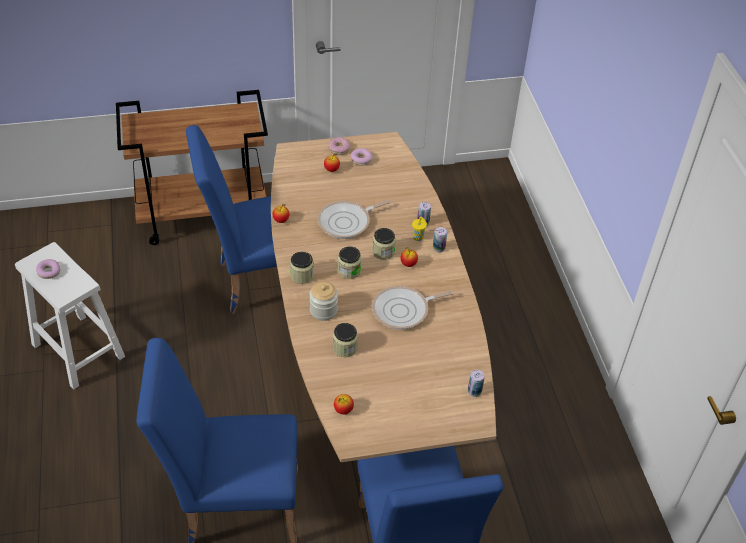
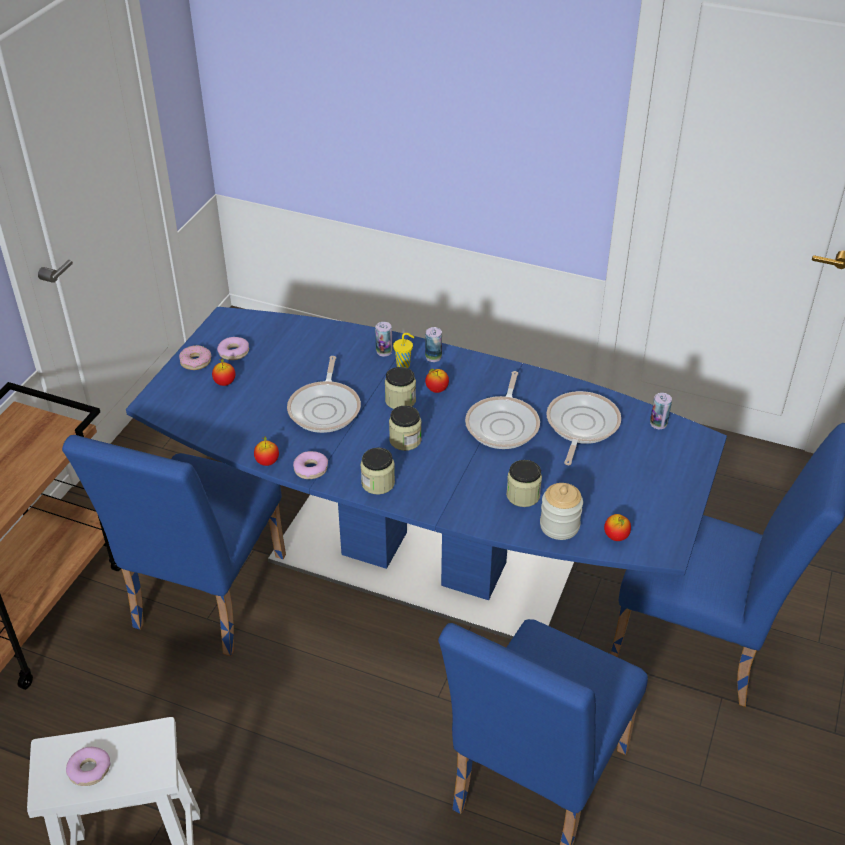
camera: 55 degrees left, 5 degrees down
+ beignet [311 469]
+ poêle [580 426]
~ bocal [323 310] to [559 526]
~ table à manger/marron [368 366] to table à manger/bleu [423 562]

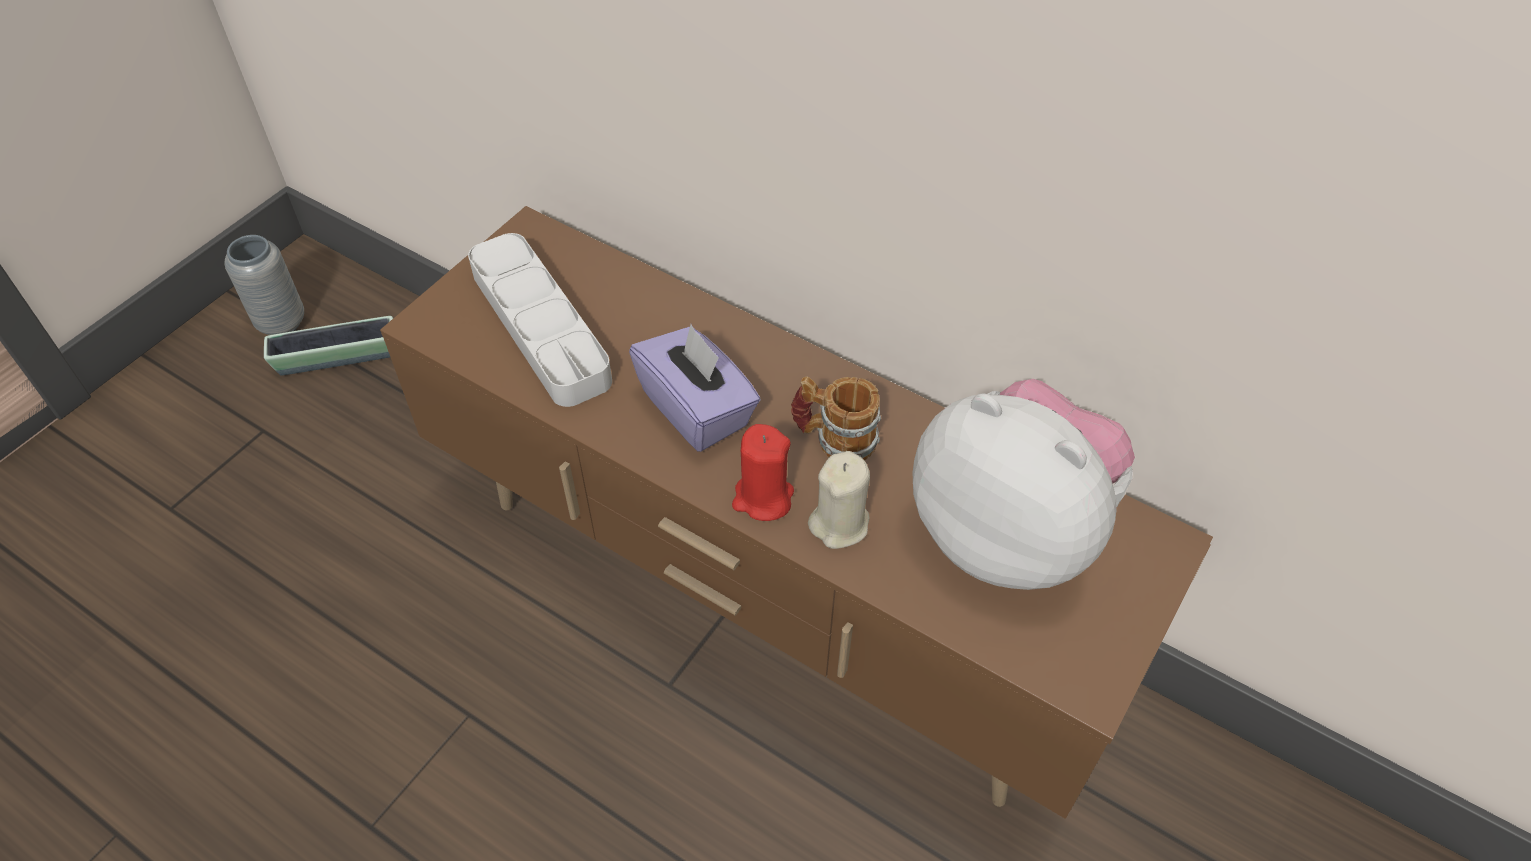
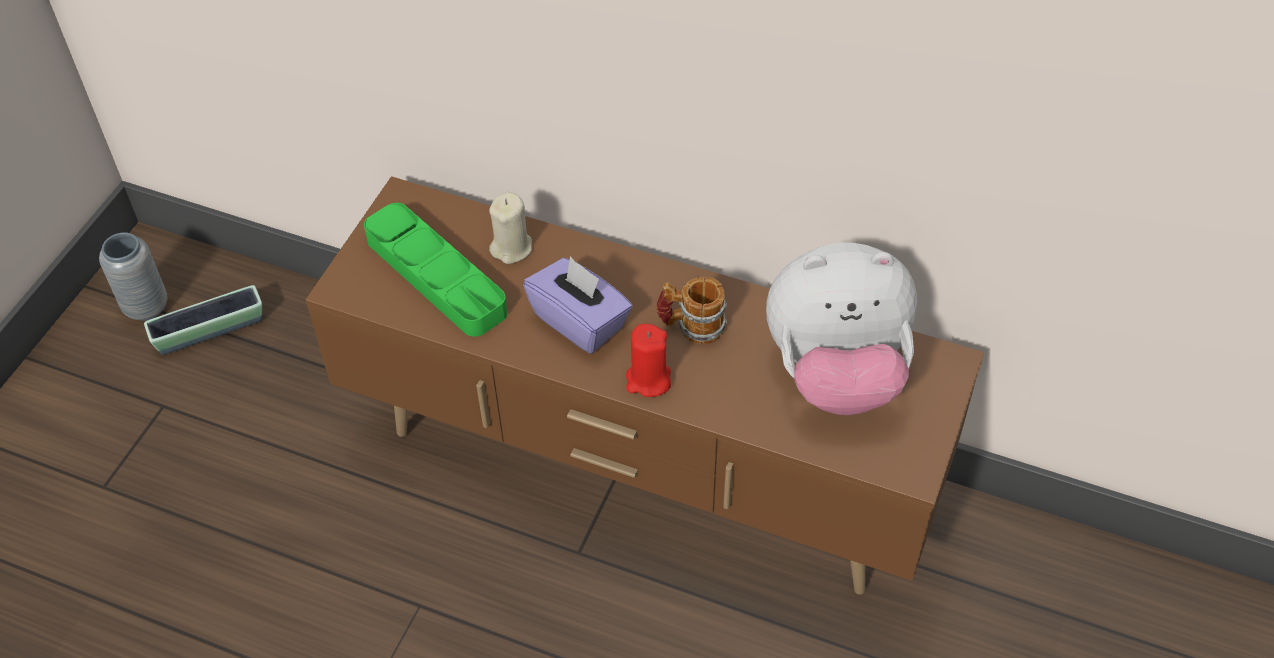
camera: 10 degrees left, 0 degrees up
~ bougie/beige [839 524] to [511 248]
~ plateau/gris [540 326] to plateau/vert [436 275]
~ peluche [1009 532] = [836 374] 150 degrees clockwise

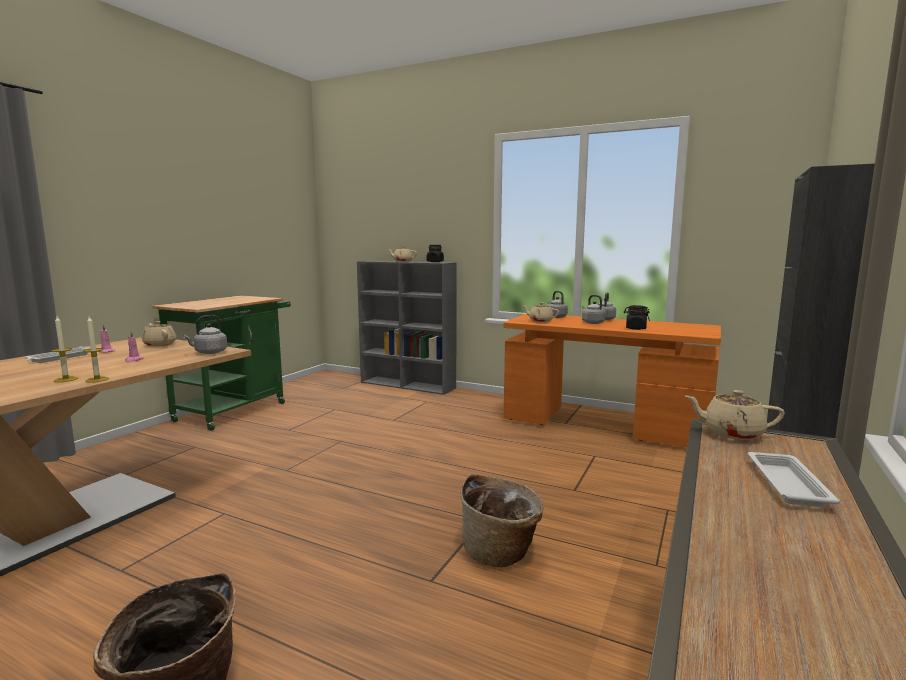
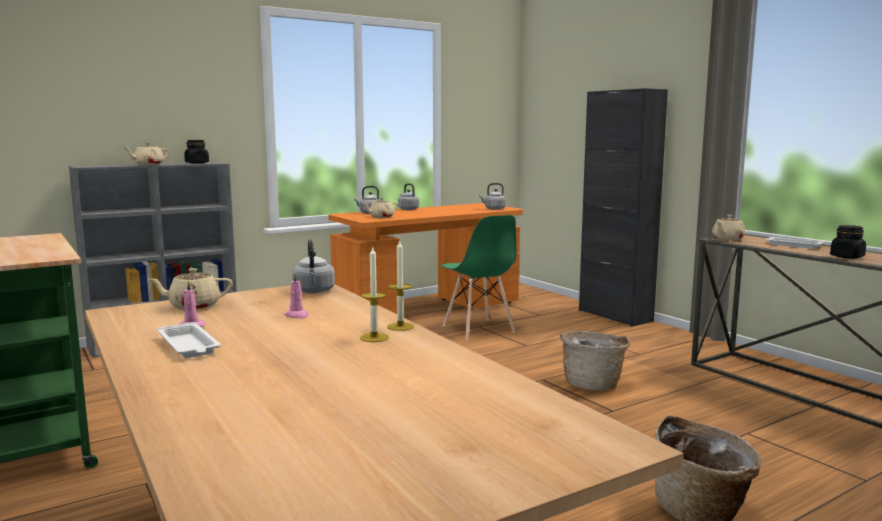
camera: 60 degrees left, 0 degrees up
+ chaise/vert [478 329]
~ bouilloire/gris [592 322] to [493 209]
~ bocal/noir [635 328] to [847 257]

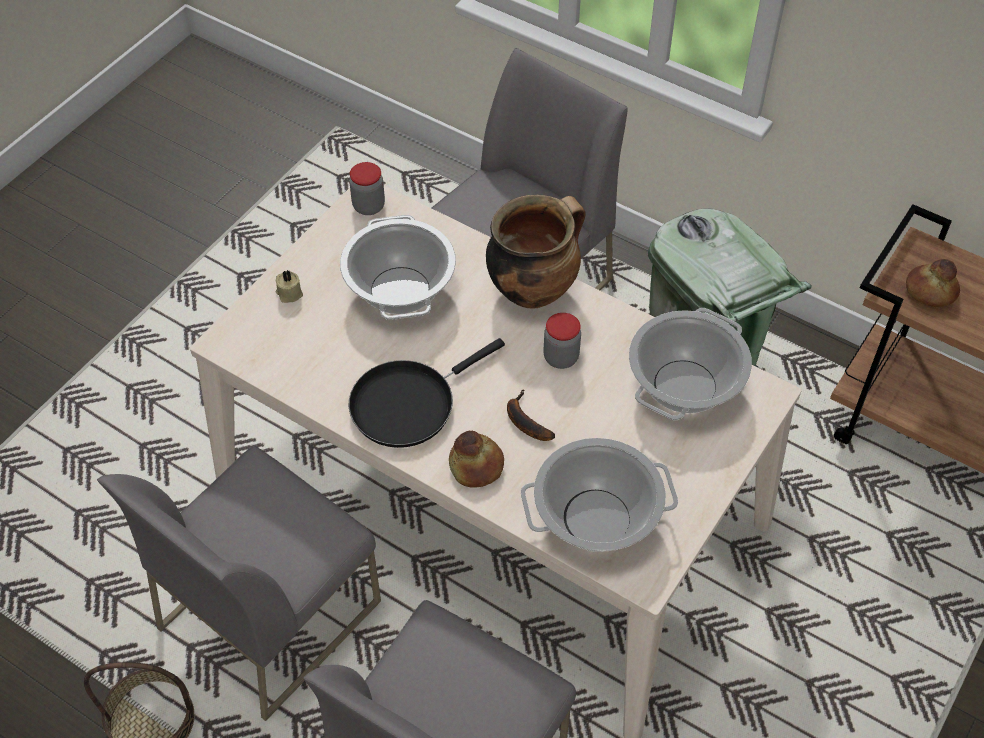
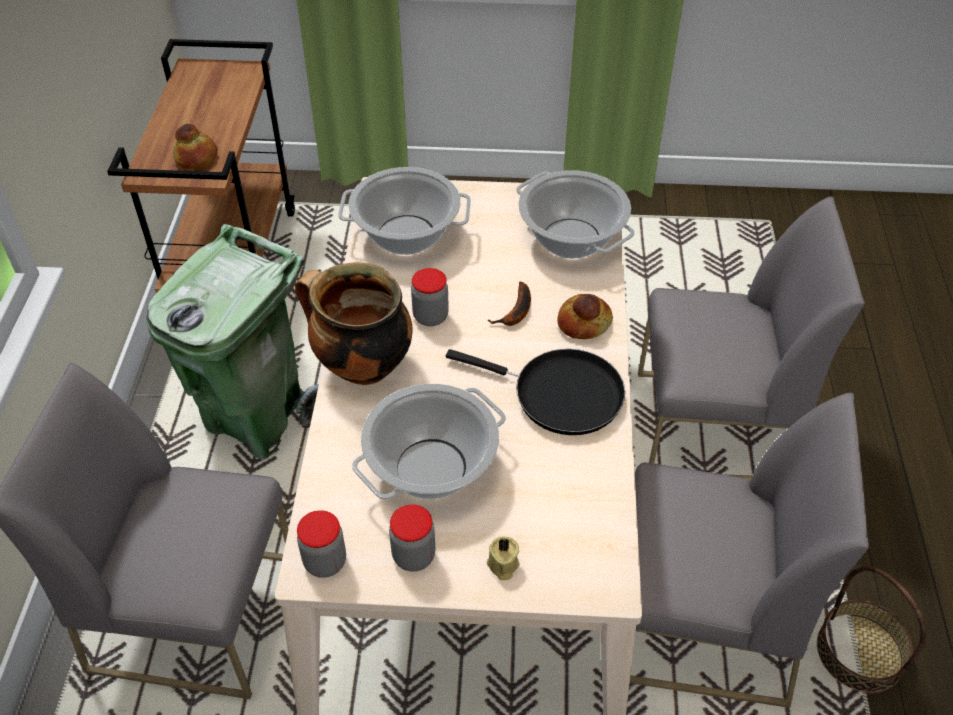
camera: 120 degrees left, 5 degrees down
+ bocal [413 556]

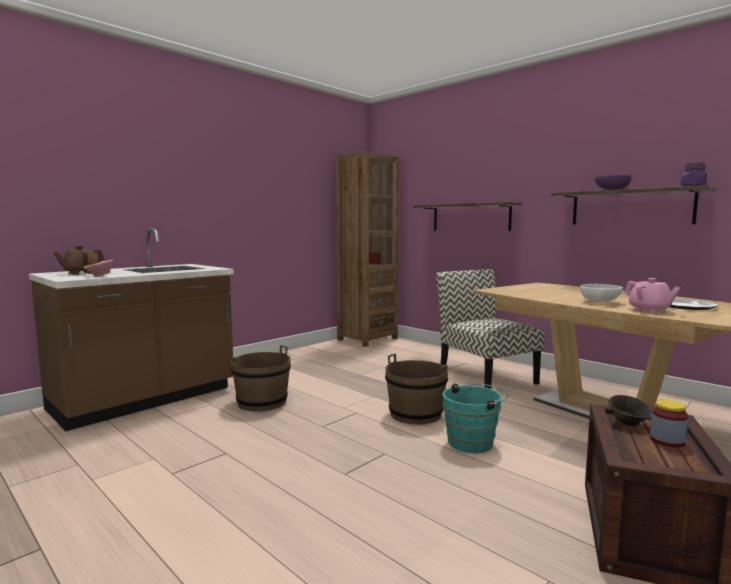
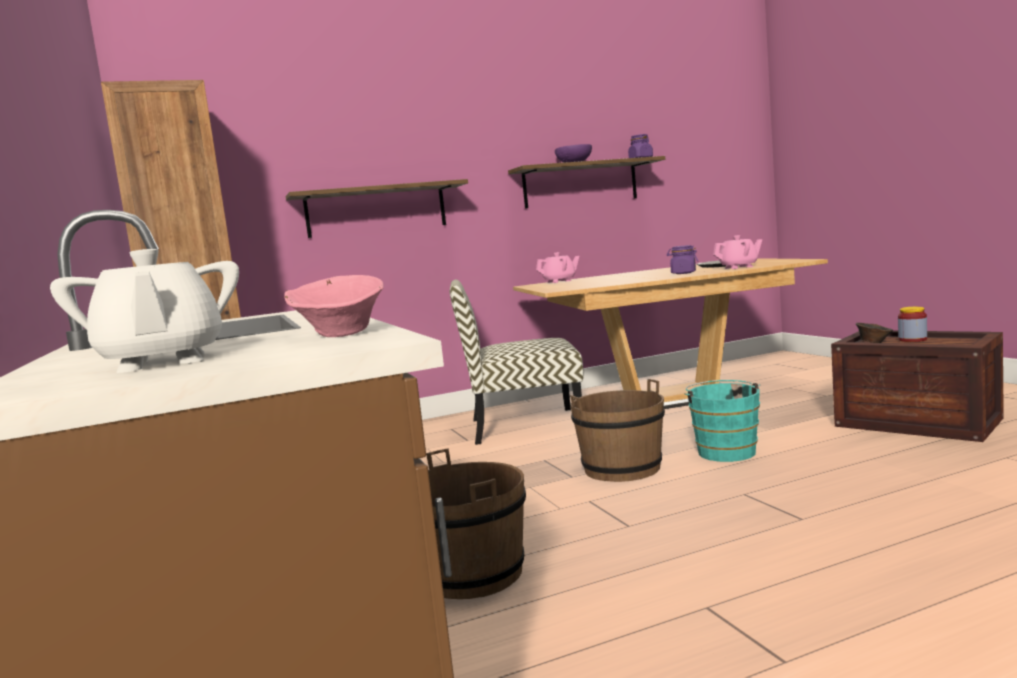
camera: 65 degrees left, 0 degrees up
+ théière/rose [559 281]
~ bol/blanc [600 302] to bocal/violet [683 273]
~ théière/marron [80 273] to théière/blanc [162 362]

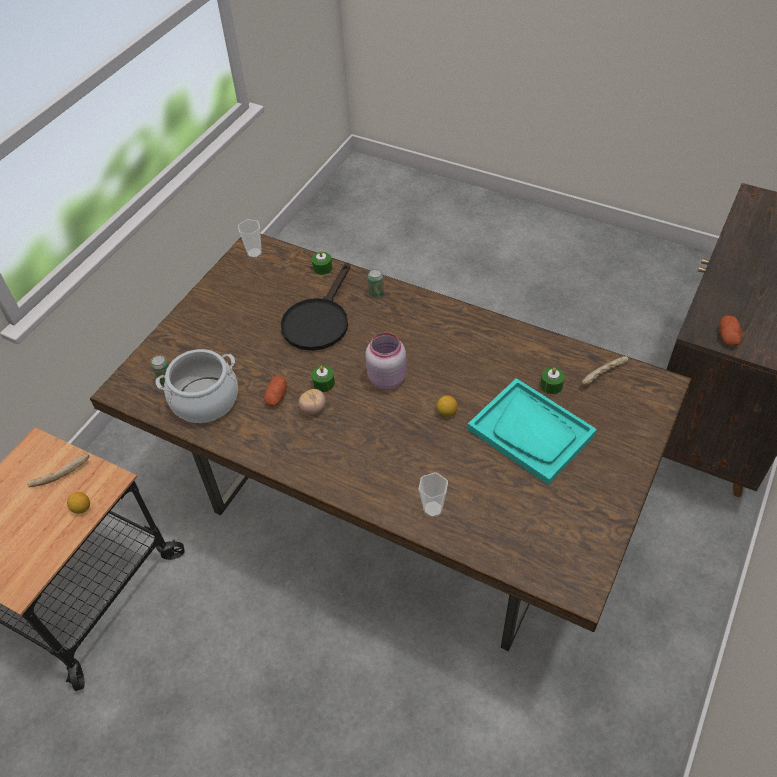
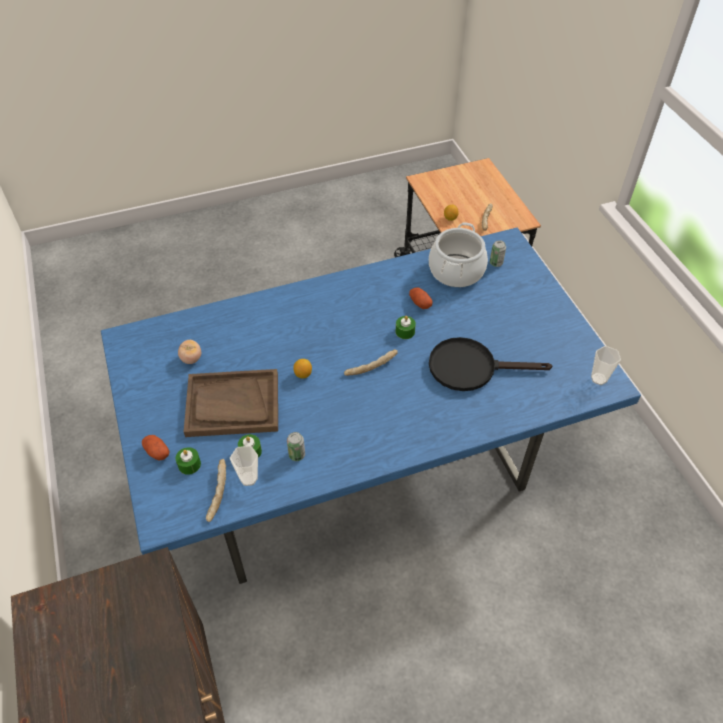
camera: 130 degrees right, 0 degrees up
~ tomate [313 409] to [191 358]
~ bougie/vert [322 268] to [189 464]
~ boîte métallique [376 294] to [297 455]
~ tasse [433 509] to [248 478]
~ pomme de terre [728 337] to [157 452]
~ bocal/rose [387 377] to pain [370 366]
~ table à manger/marron [394 500] to table à manger/bleu [362 462]
~ plateau/turquoise [531 432] to plateau/marron [232 405]
~ poêle/noir [318 320] = [471 367] 60 degrees counterclockwise

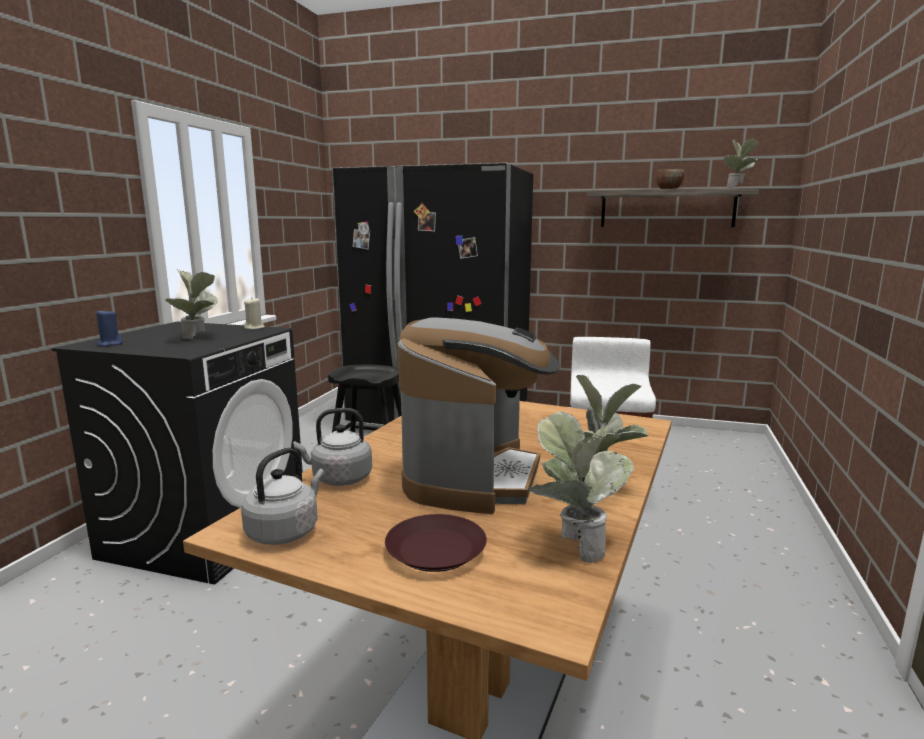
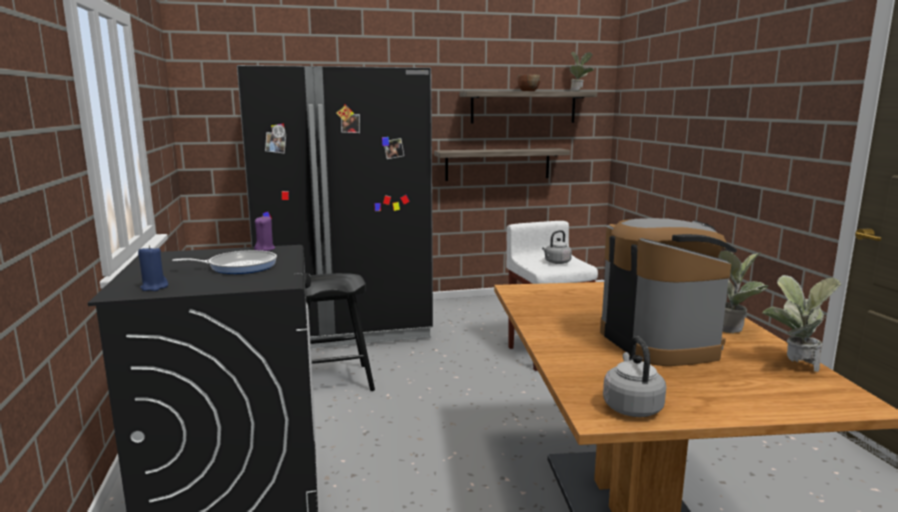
camera: 30 degrees left, 0 degrees up
- assiette/marron [436 550]
+ étagère [497 164]
~ bouilloire/gris [338 479] to [556 262]
~ plante en pot [199 338] to poêle [239 266]
~ bougie/beige [254 328] to bougie/violet [265 249]

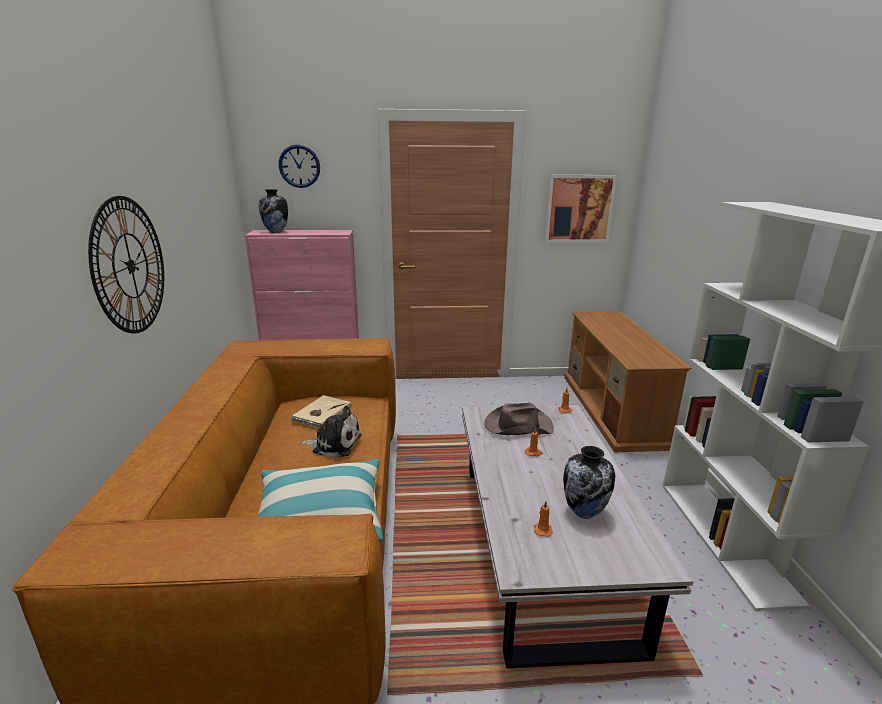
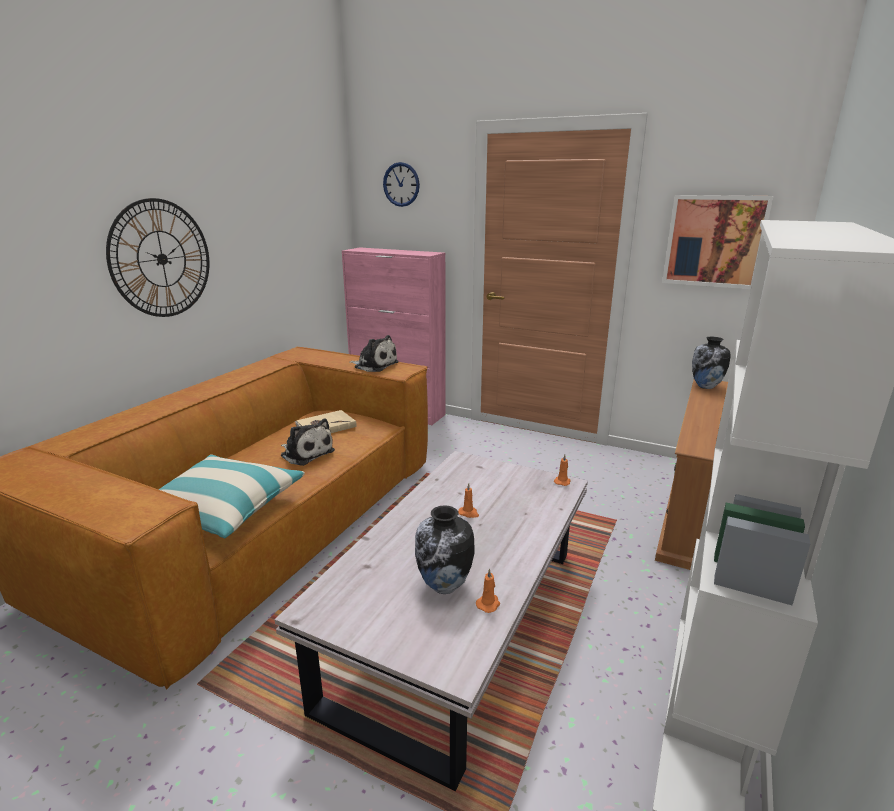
camera: 30 degrees right, 0 degrees up
- chapeau/marron [517 426]
+ peluche [374 365]
~ vase [276 232] to [706 386]
~ bougie/orange [542 529] to [488 604]

